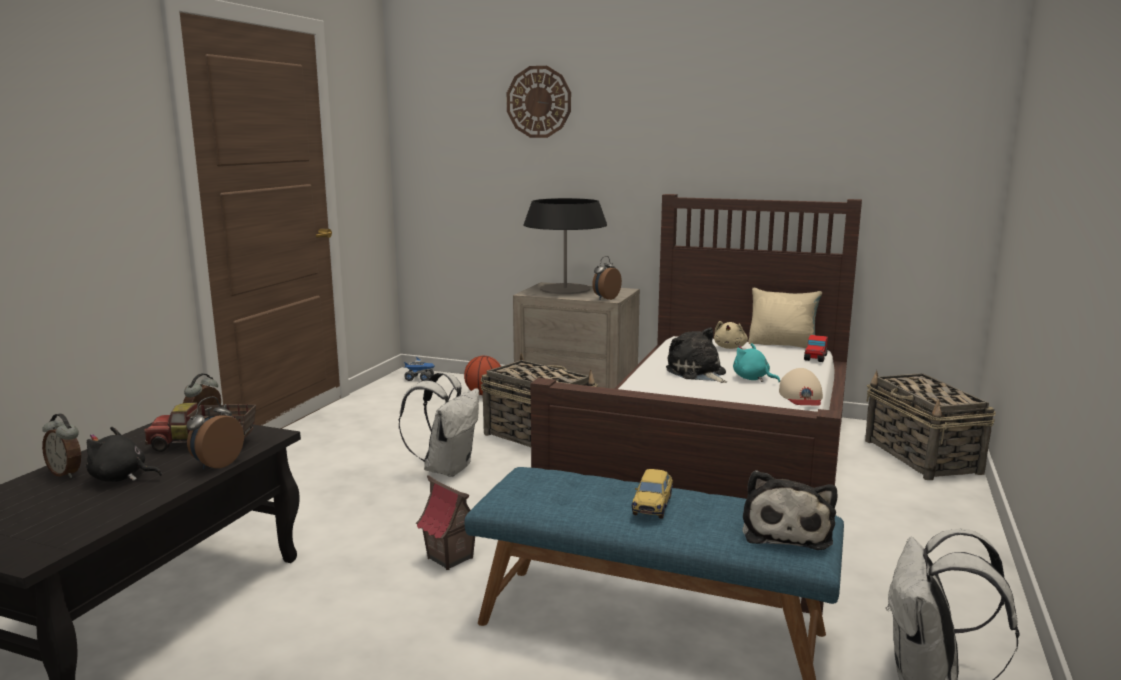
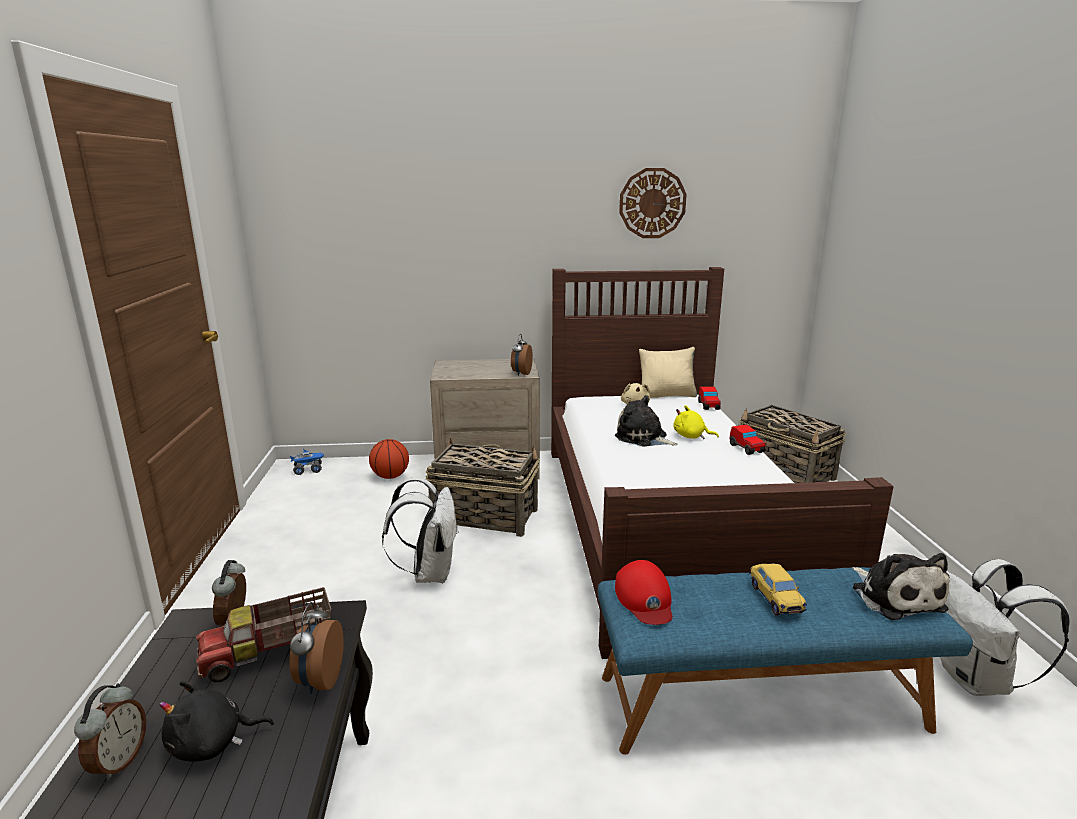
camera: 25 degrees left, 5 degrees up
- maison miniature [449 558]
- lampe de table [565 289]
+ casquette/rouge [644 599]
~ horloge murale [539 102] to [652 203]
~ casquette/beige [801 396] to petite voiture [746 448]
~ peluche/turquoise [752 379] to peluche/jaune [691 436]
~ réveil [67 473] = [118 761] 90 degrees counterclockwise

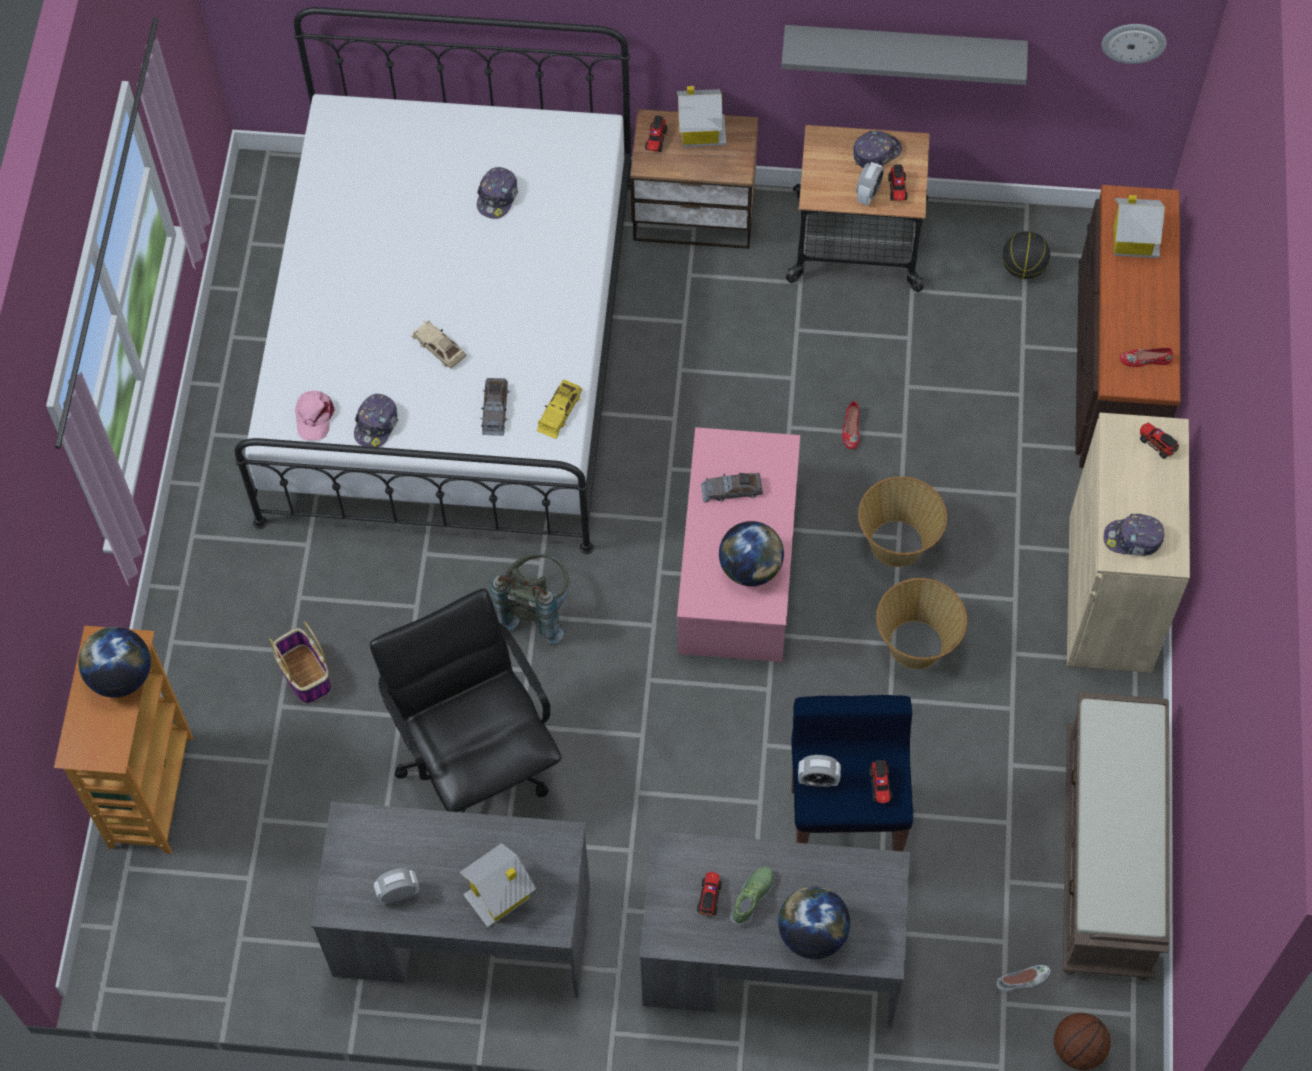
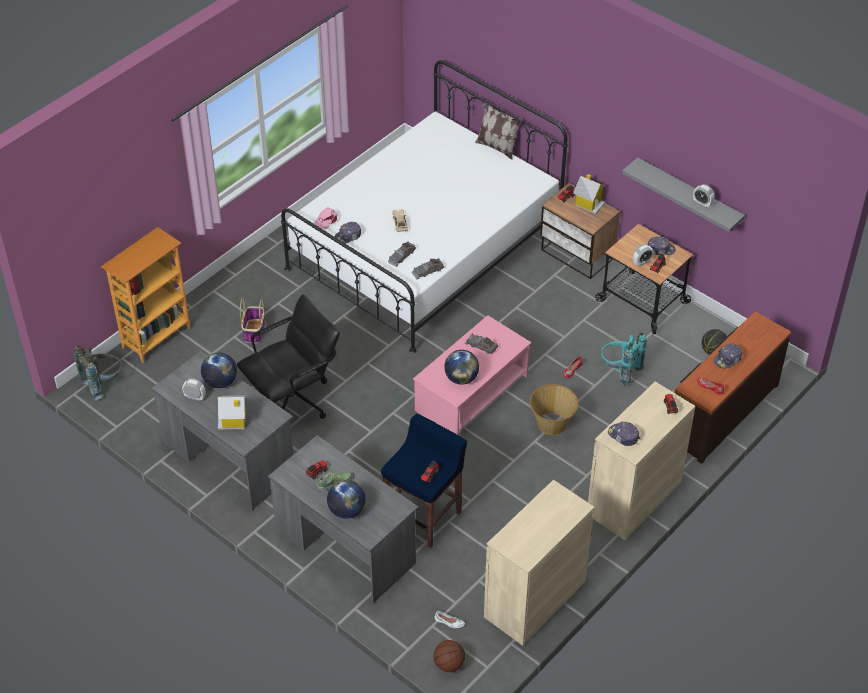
camera: 35 degrees right, 15 degrees down
- panier [916 645]
- horloge murale [1133 42]
- maison miniature [1133 240]
+ coussin [496 147]
+ sac à dos/turquoise [619 371]
~ globe [121 676] to [220 382]
~ casquette [497 197] to [727 359]
~ sac à dos/gris [536 608] to [103 383]
~ réveil [818 780] to [702 203]
~ banc/marron [1108 856] to meuble de rangement/beige [535 599]
~ petite voiture/jaune [559 411] to petite voiture/gris [427 271]
~ chaise de bureau/noir [476 759] = [293 400] 45 degrees clockwise

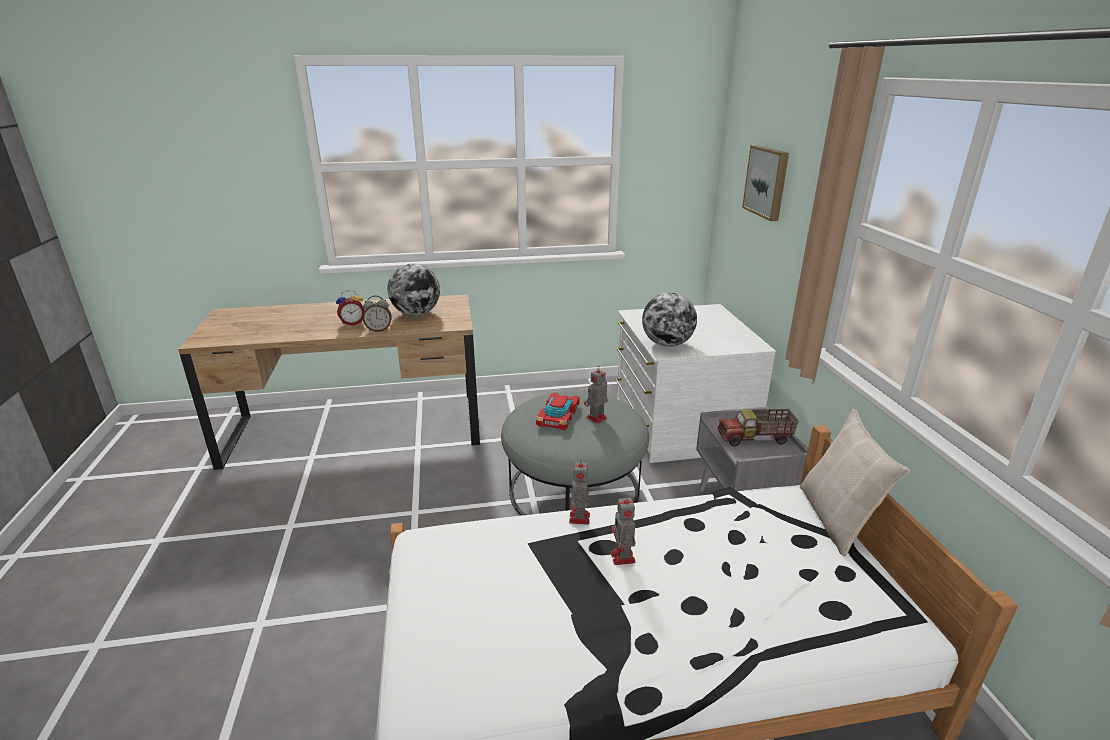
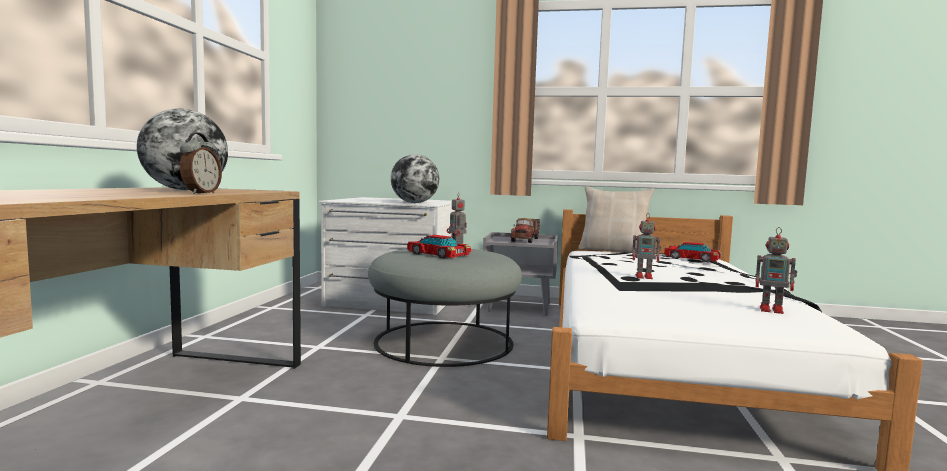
camera: 70 degrees left, 20 degrees down
- réveil [352 323]
- tableau [767 182]
+ petite voiture [692 258]
~ robot jouet [579 519] to [773 310]

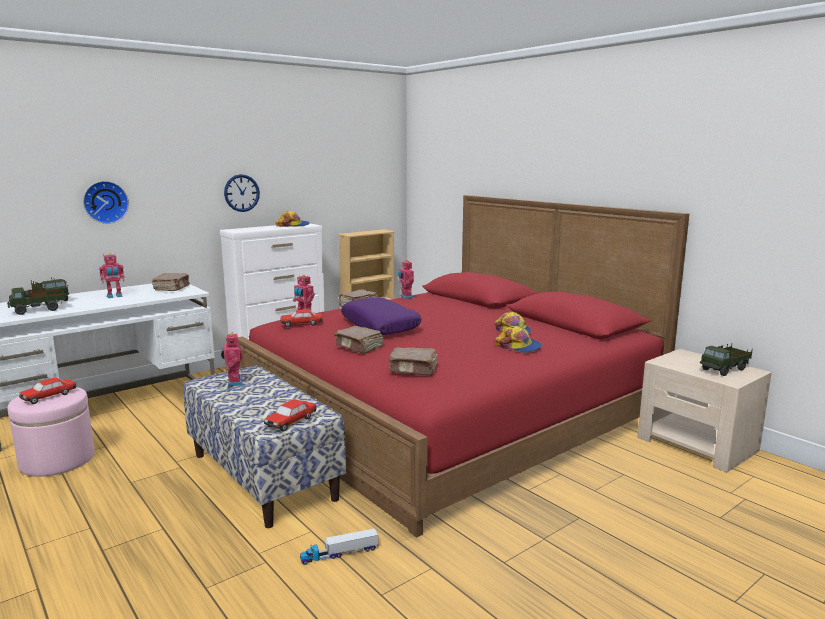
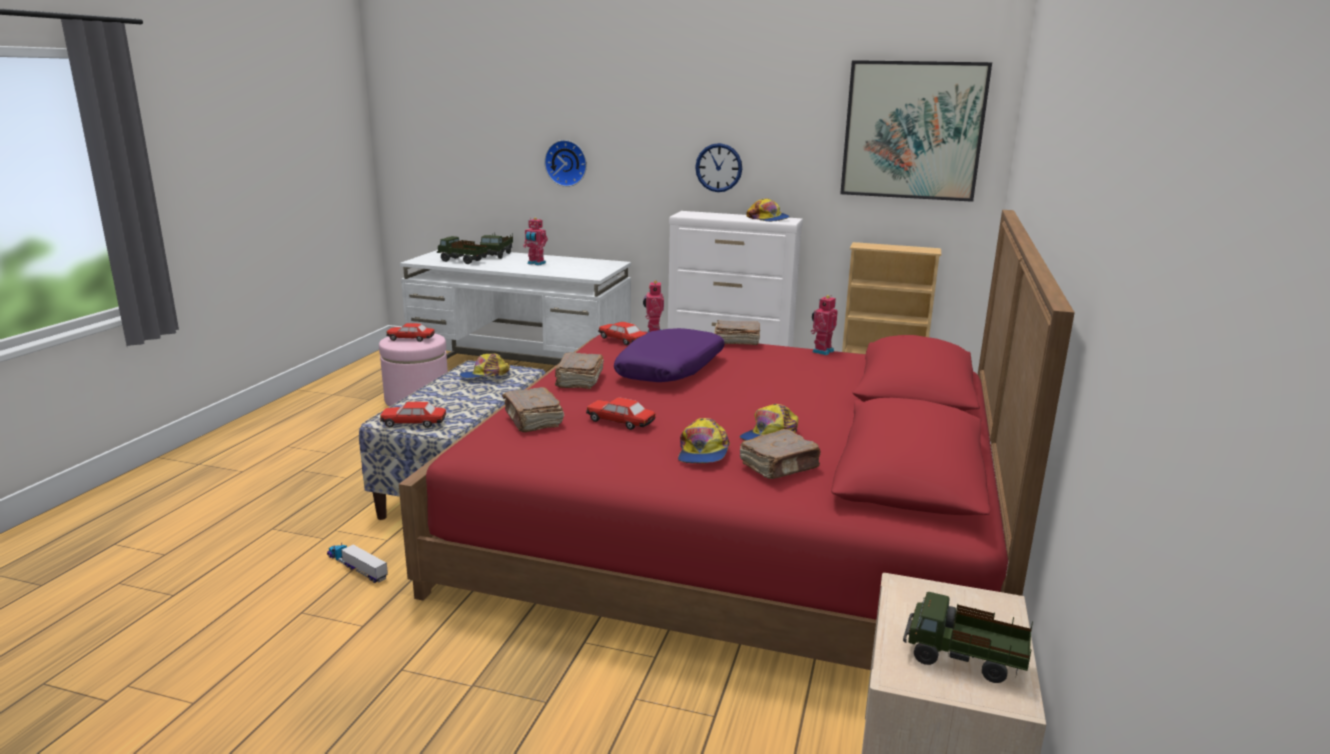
camera: 55 degrees right, 5 degrees up
+ petite voiture [620 422]
+ tableau [913 130]
~ livre/marron [172 288] to [780 467]
~ robot jouet [233 383] to casquette [485 376]

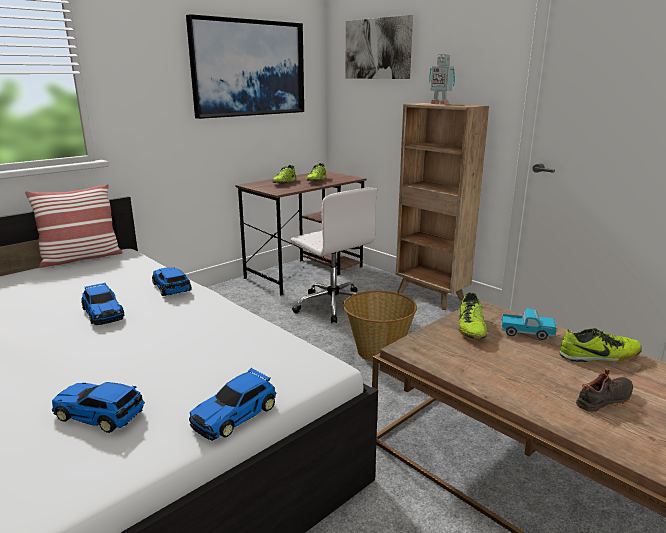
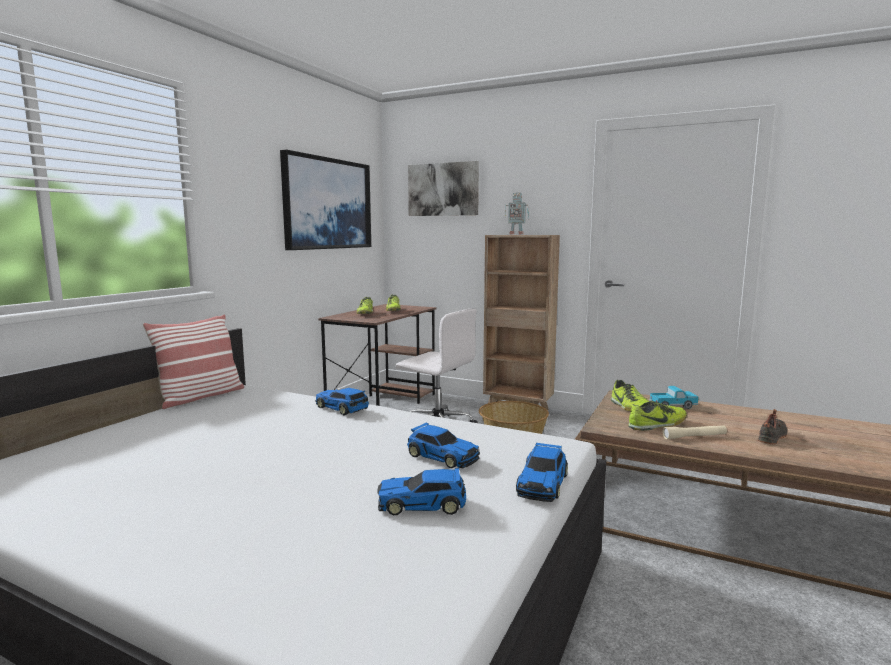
camera: 20 degrees left, 10 degrees down
+ lampe de poche/beige [694 437]
~ petite voiture [103 312] to [442 456]
~ chaussure [599 356] to [658 425]

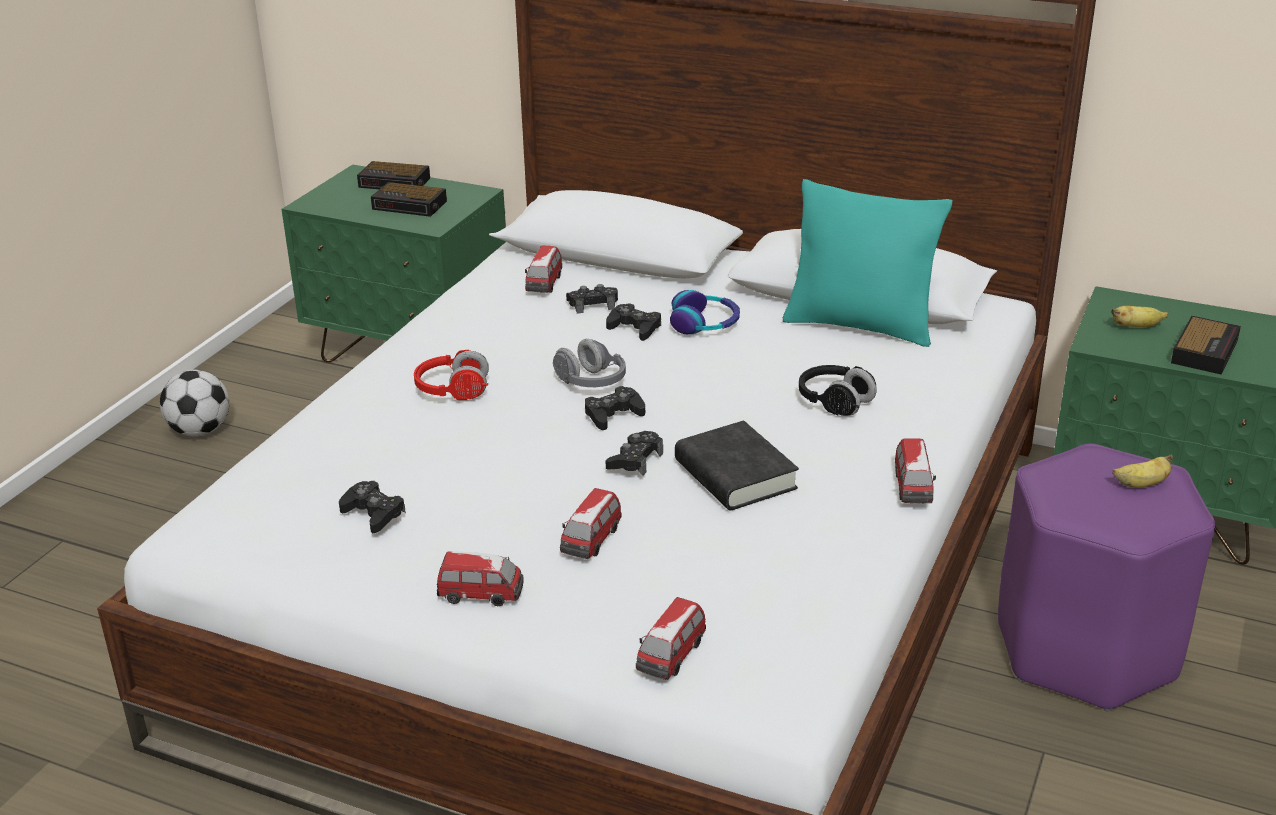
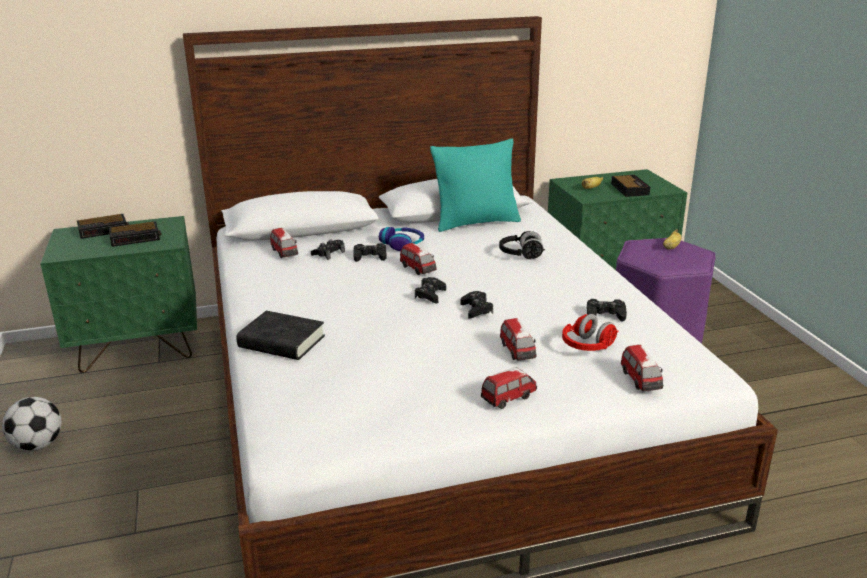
camera: 40 degrees left, 5 degrees down
- casque audio/gris [590 382]
~ manette/noir [373 513] to [605 315]
~ casque audio/rouge [453 391] to [587 346]
~ livre/noir [735 475] to [281 342]
~ petite voiture [913 489] to [418 269]

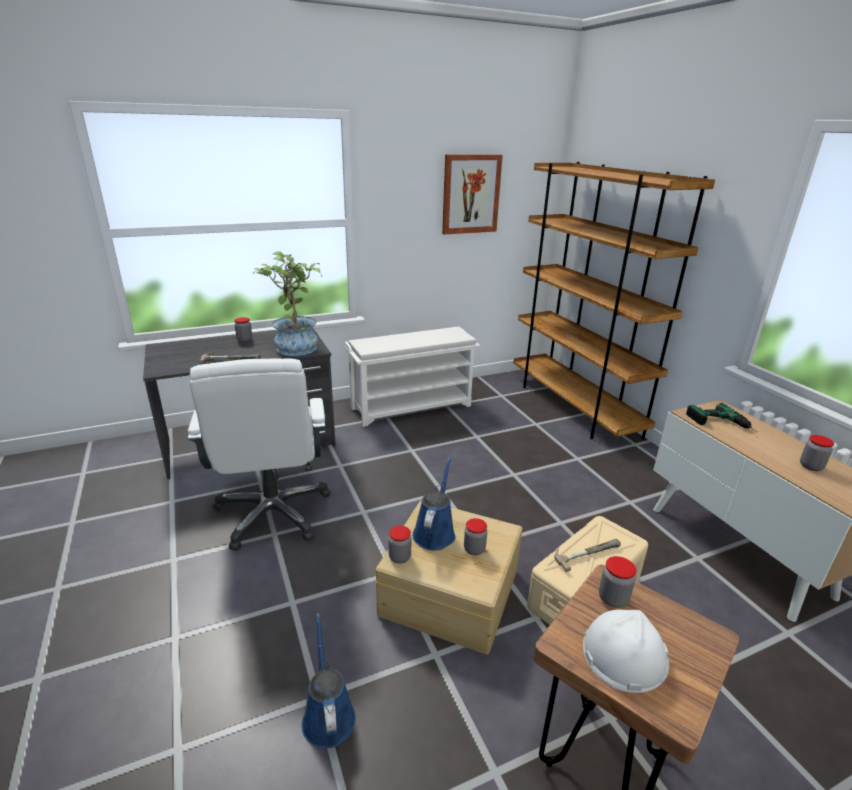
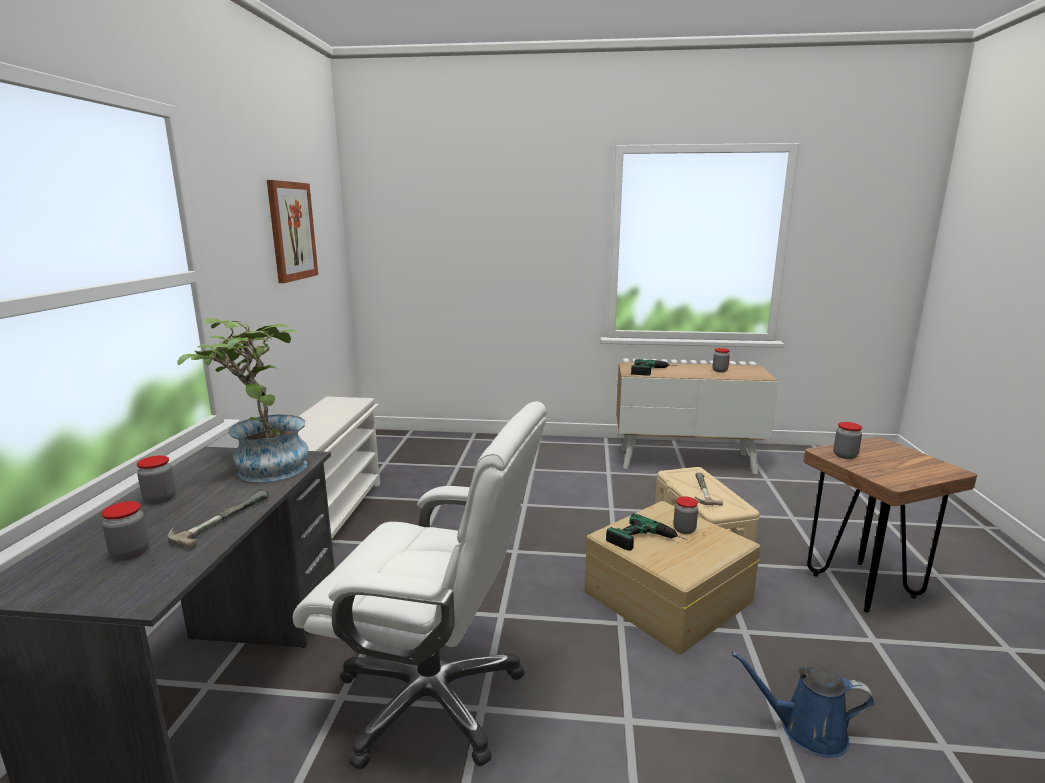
camera: 60 degrees left, 10 degrees down
- bibliothèque/marron [573 407]
- casque de chantier/blanc [624 653]
~ bocal [399 557] to [130 553]
~ arrosoir/bleu [435 532] to perceuse [647 541]

